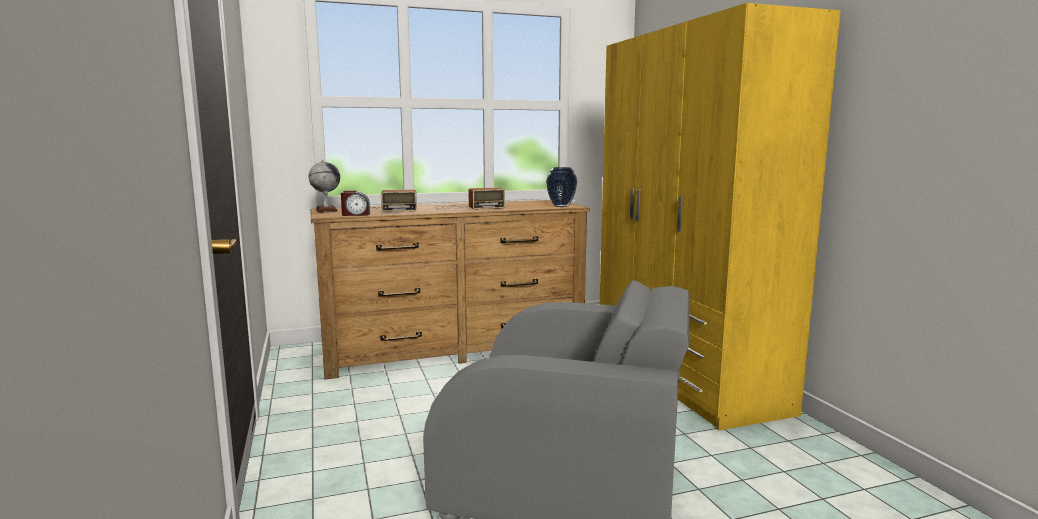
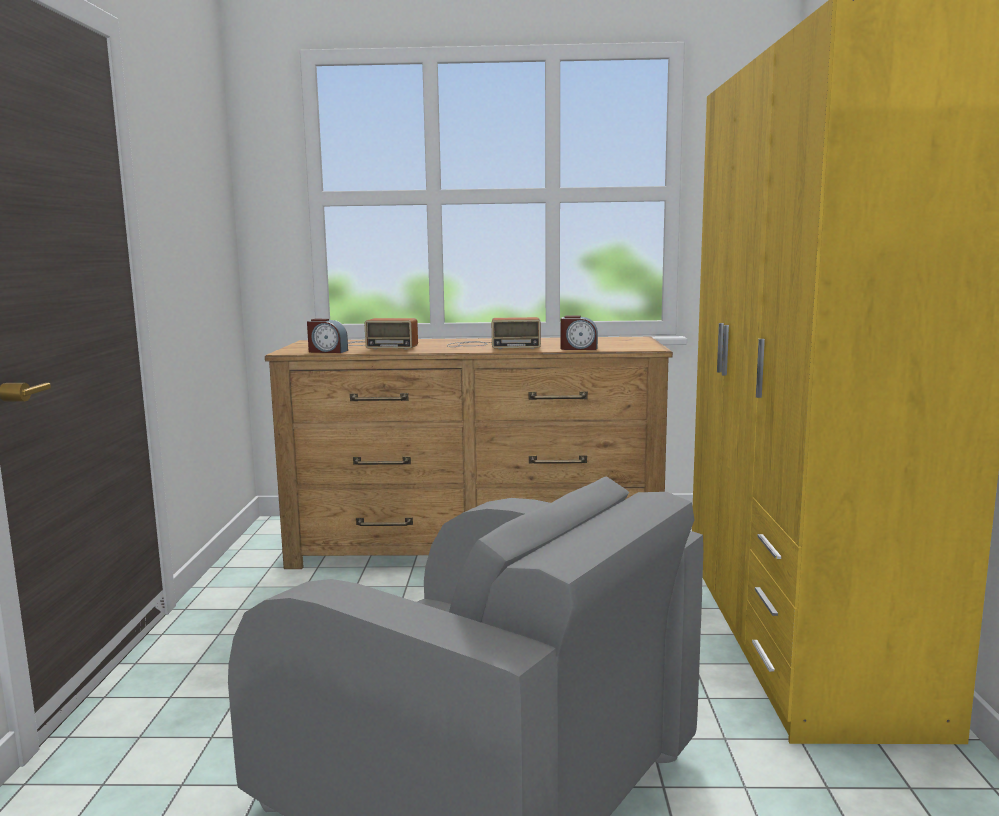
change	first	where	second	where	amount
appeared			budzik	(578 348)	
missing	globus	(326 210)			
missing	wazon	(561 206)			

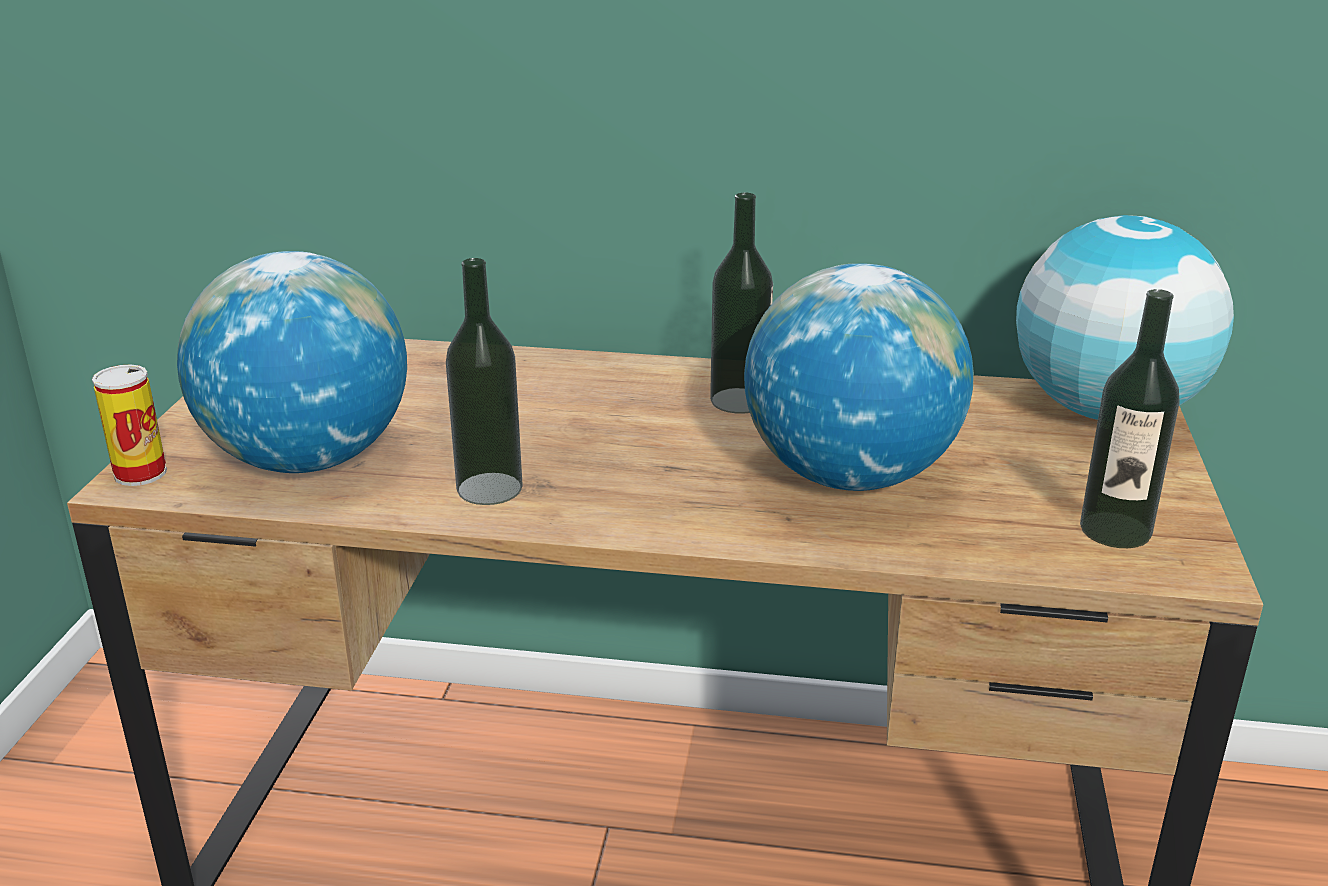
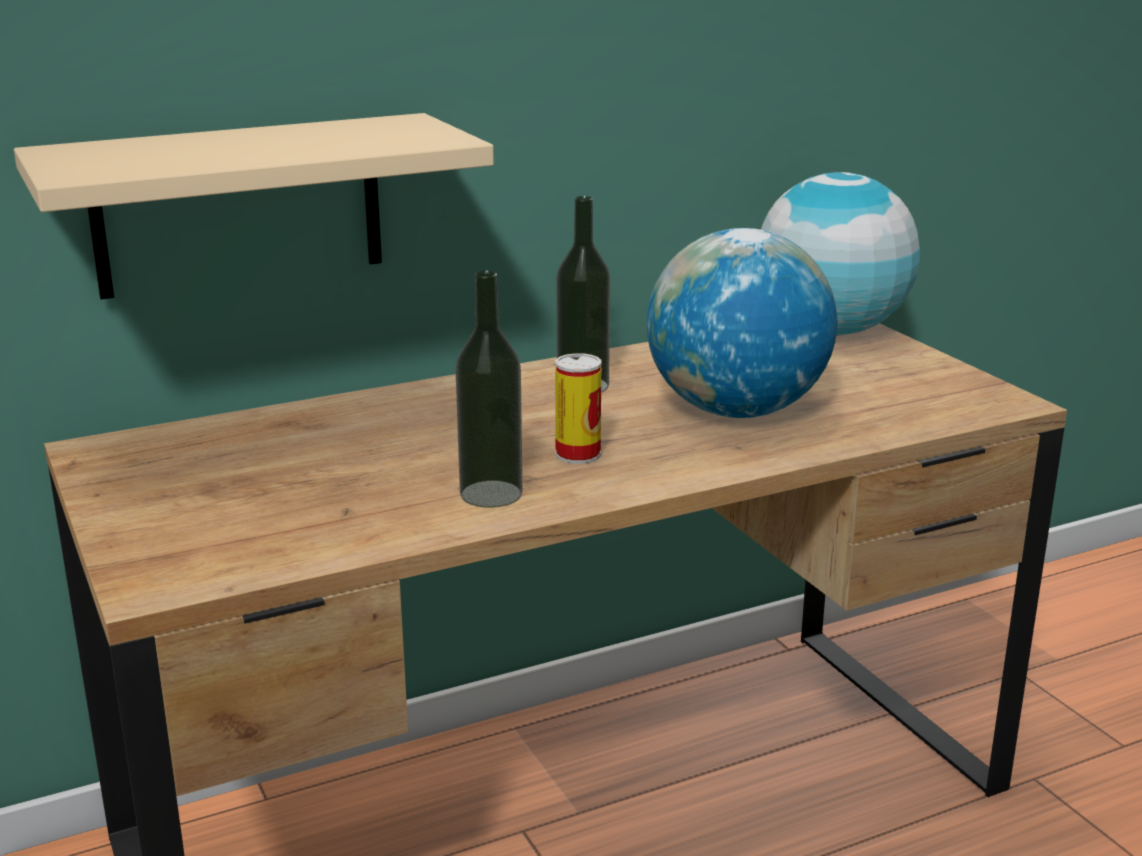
change	first	where	second	where	amount
appeared			półka (beżowy)	(238 205)	
relocated	puszka	(140 473)		(578 454)	
missing	globus	(308 459)			
missing	butelka	(1115 530)			

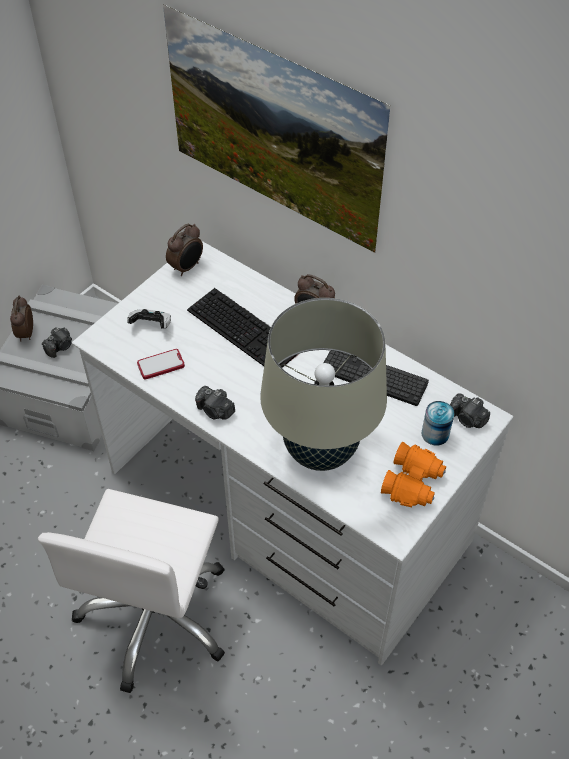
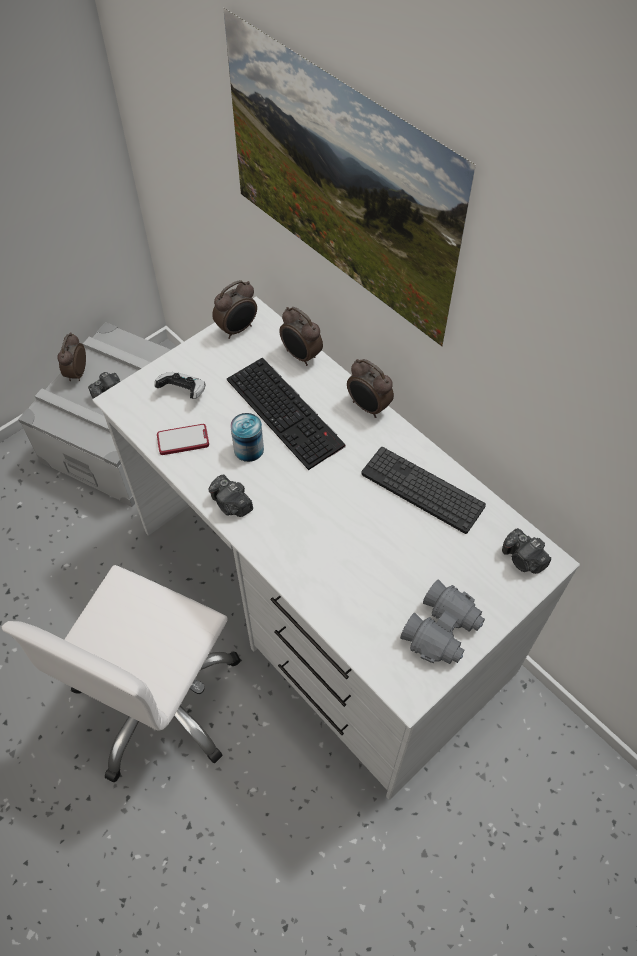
change	first	where	second	where	amount
relocated	puszka	(435 434)		(248 449)	
appeared			budzik	(300 356)	
colour	lornetka (pomarańczowy)	(413 482)	lornetka (szary)	(442 630)	
missing	lampa stołowa (beżowy)	(320 450)			

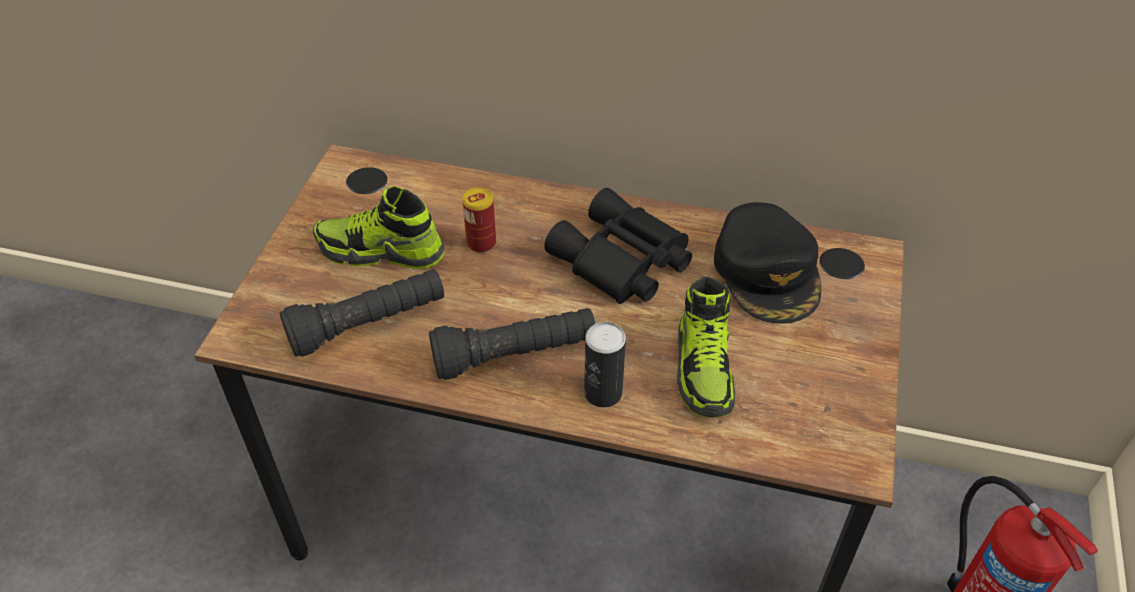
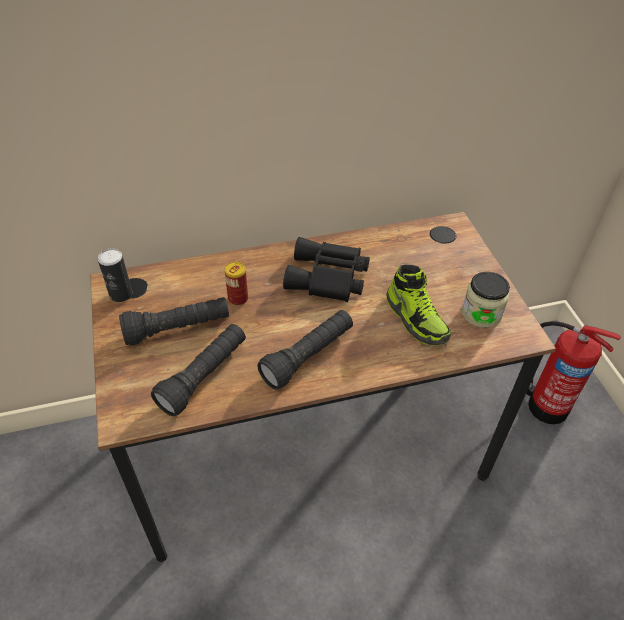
change	first	where	second	where	amount
relocated	puszka	(603 392)		(121 294)	
exchanged	but	(381 252)	latarka (czarny)	(178 329)	
appeared			słoik	(481 313)	
missing	czapka z daszkiem (czarny)	(768 271)			

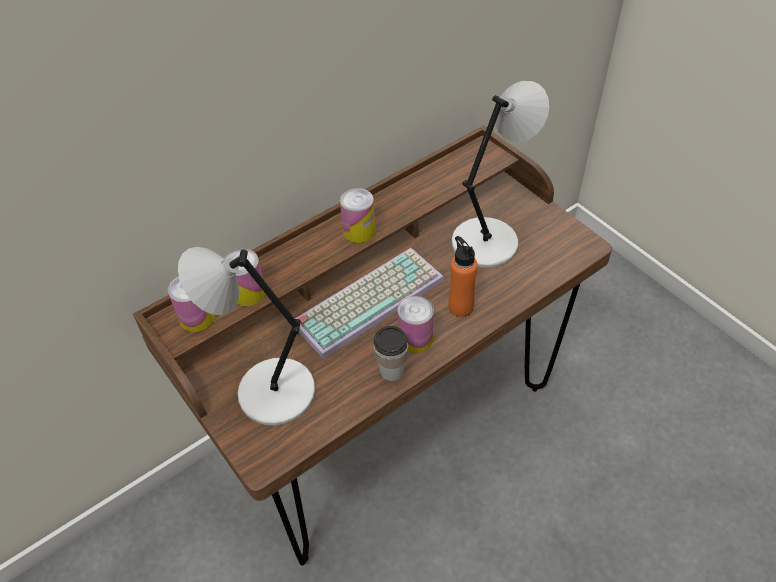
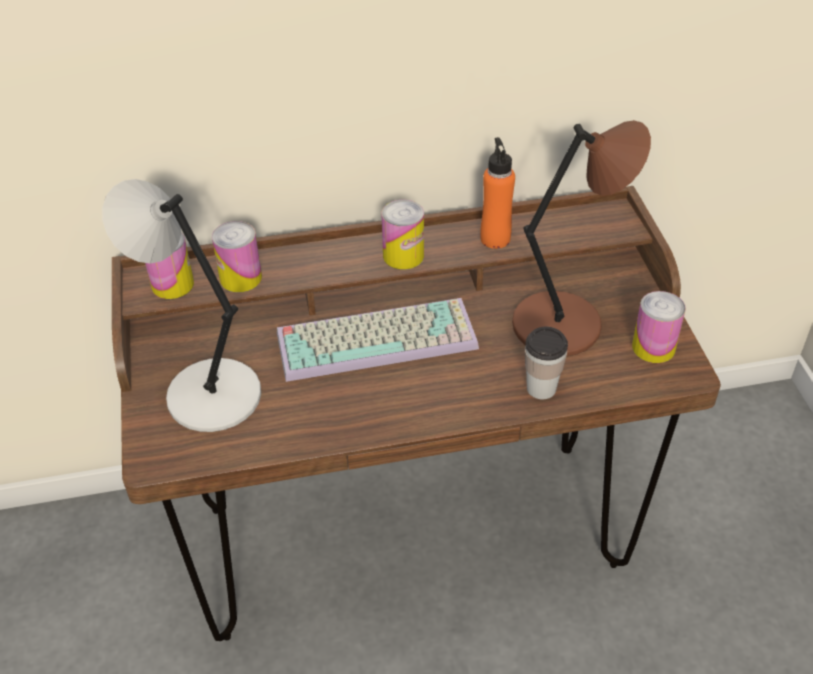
change	first	where	second	where	amount
relocated	butelka (pomarańczowy)	(460 307)		(495 238)	
colour	lampa stołowa (szary)	(487 241)	lampa stołowa (brązowy)	(562 324)	
relocated	filiżanka	(391 371)		(541 388)	
relocated	puszka	(415 338)		(653 347)	

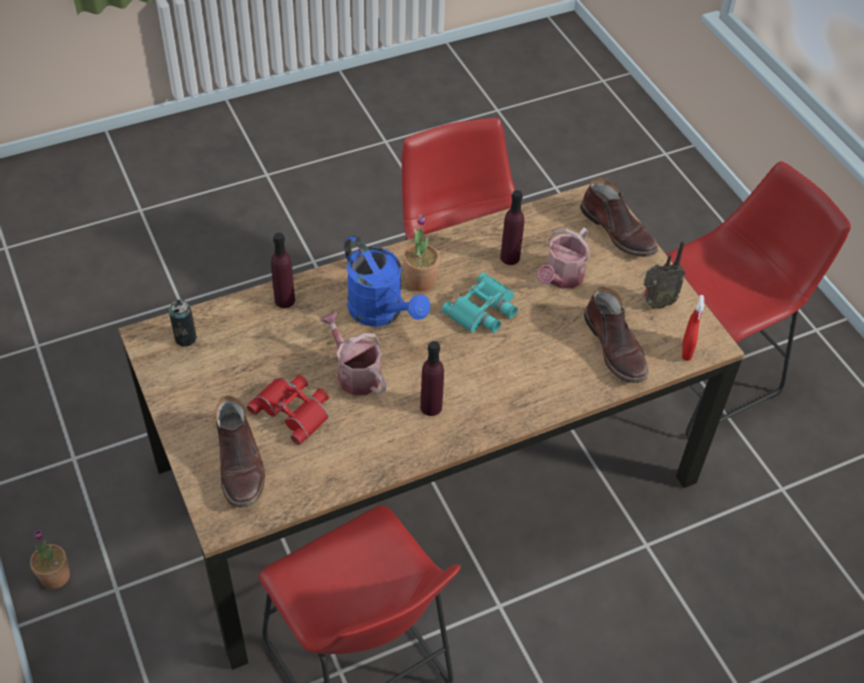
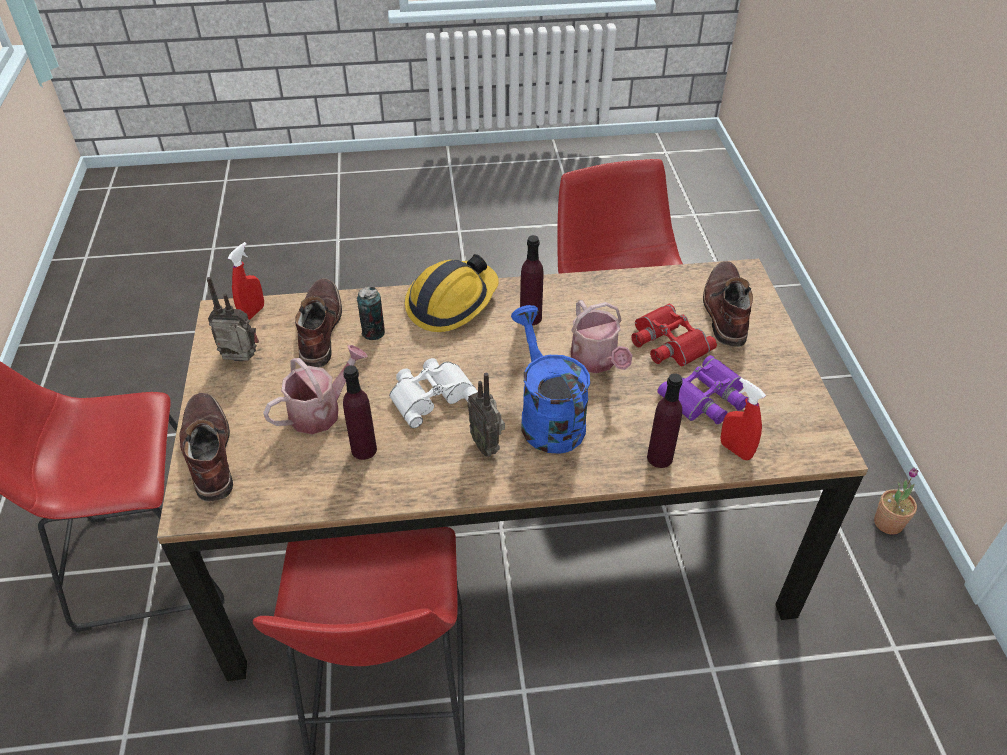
change	first	where	second	where	amount
relocated	puszka	(185 338)		(373 332)	
colour	lornetka (turkusowy)	(483 310)	lornetka (biały)	(431 394)	
appeared			kask	(452 303)	
exchanged	roślina doniczkowa	(420 280)	radio	(487 445)	
appeared			lornetka (fioletowy)	(707 398)	
appeared			spryskiwacz (czerwony)	(735 450)	

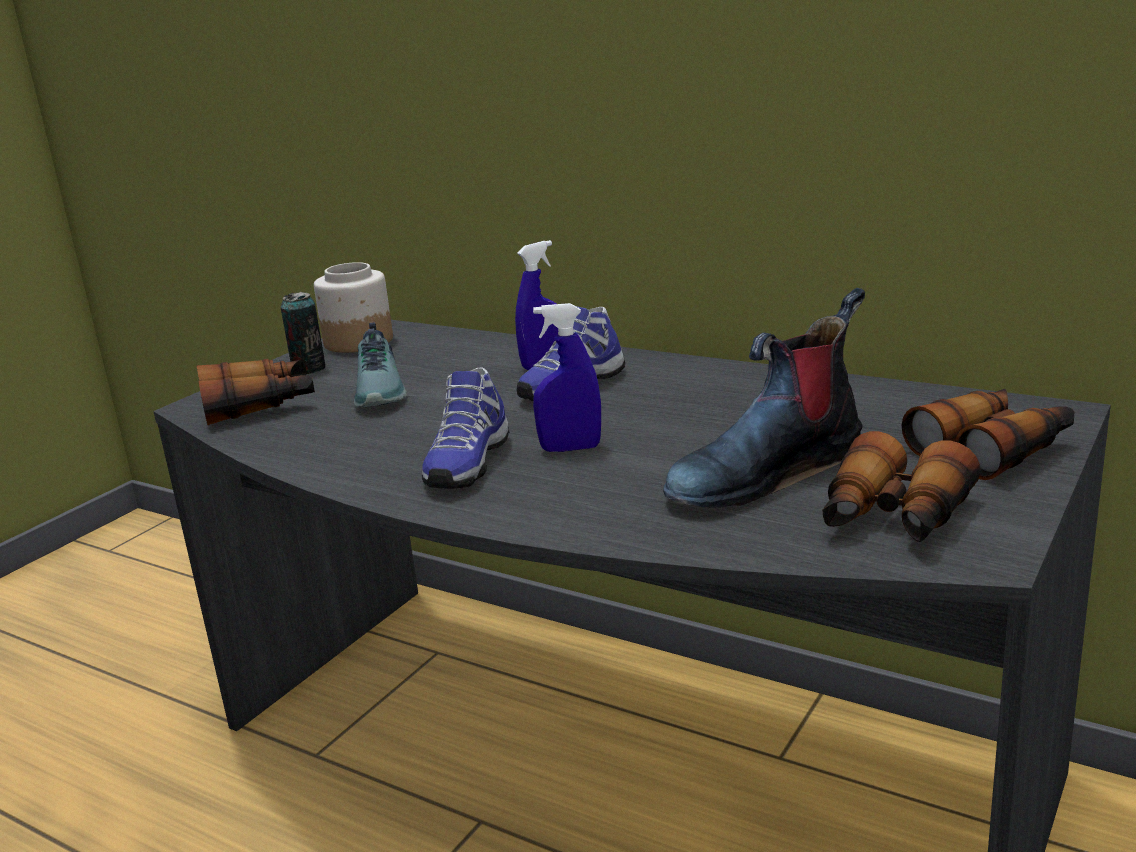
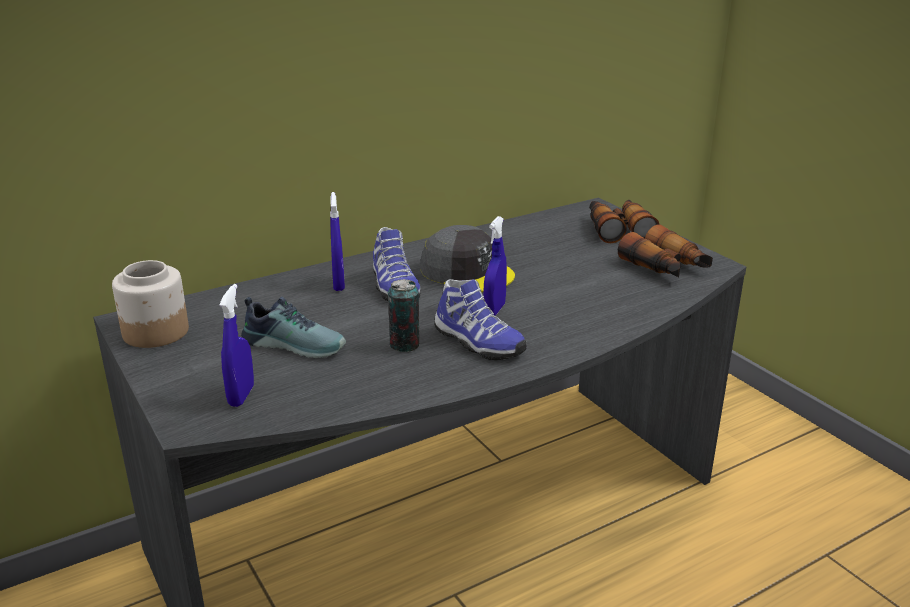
change	first	where	second	where	amount
exchanged	lornetka	(260 405)	spryskiwacz (niebieski)	(241 396)	
relocated	puszka	(308 369)		(404 345)	
appeared			czapka z daszkiem (szary)	(466 272)	
missing	but z cholewką	(766 473)			

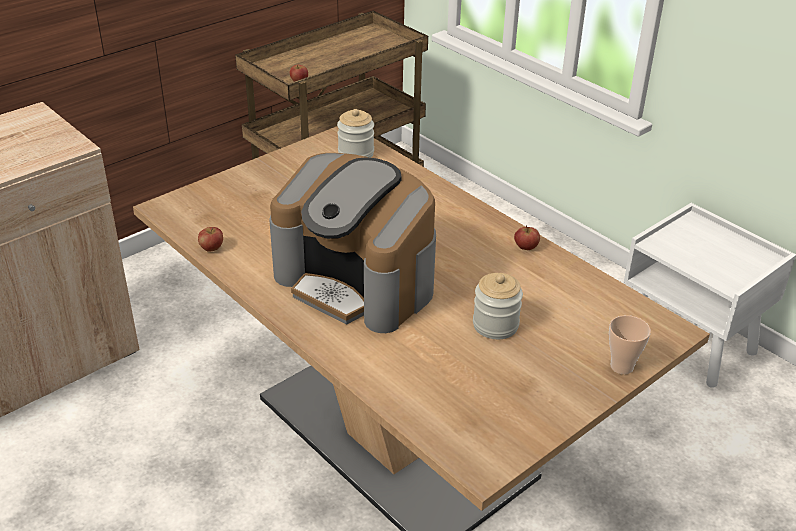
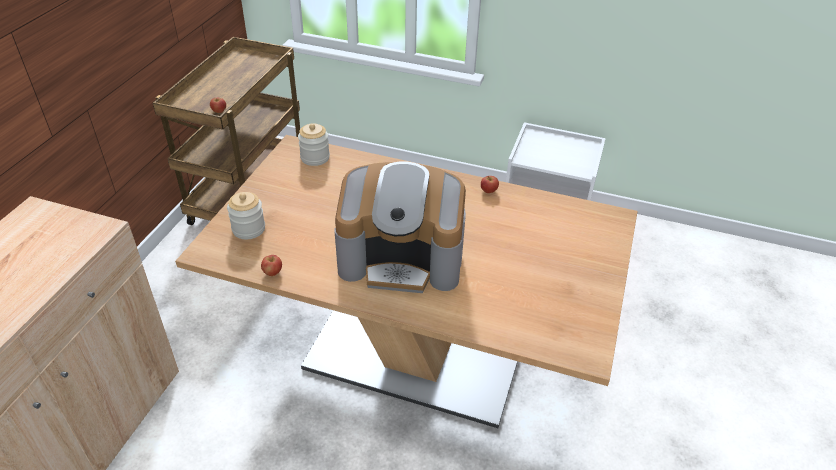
change	first	where	second	where	amount
relocated	słoik	(495 325)		(248 229)	
missing	filiżanka	(621 366)			

